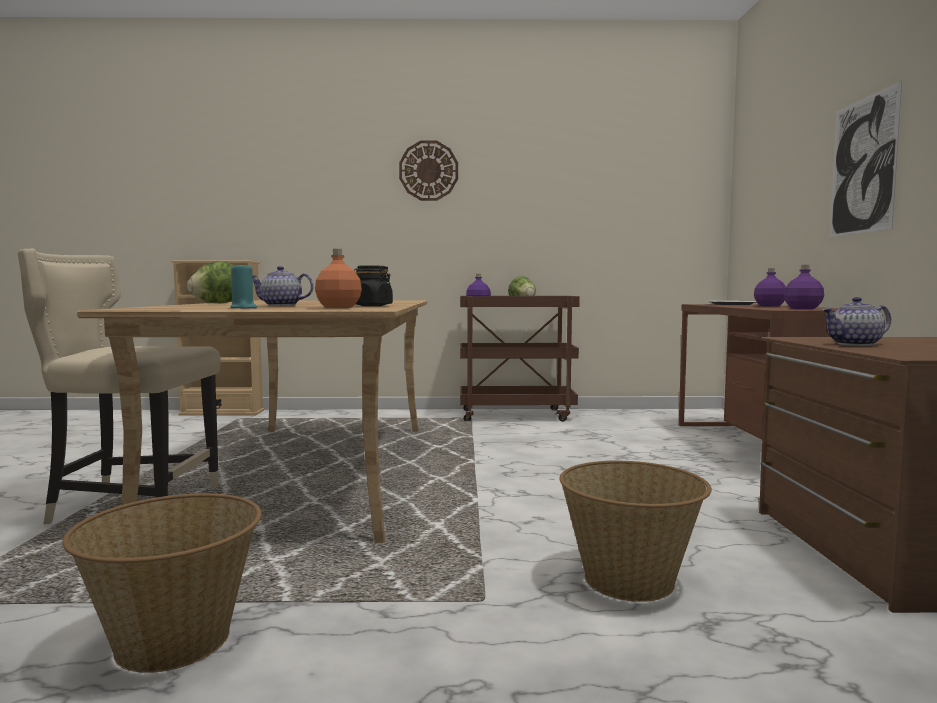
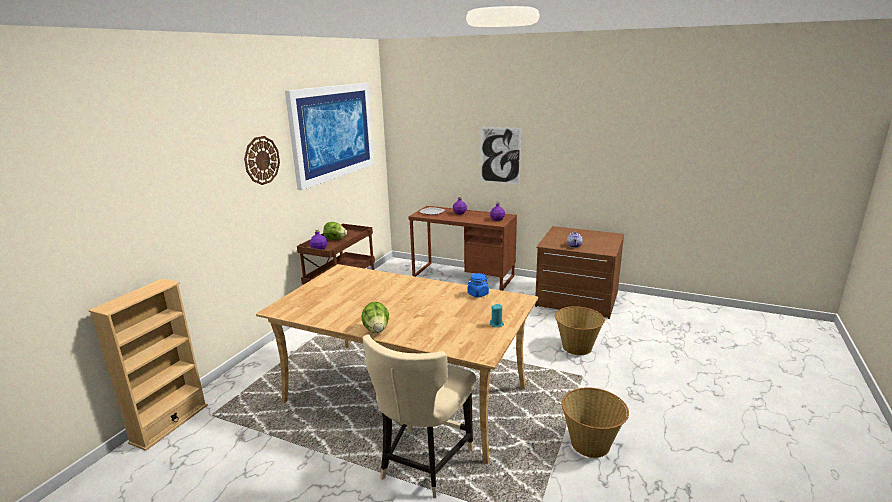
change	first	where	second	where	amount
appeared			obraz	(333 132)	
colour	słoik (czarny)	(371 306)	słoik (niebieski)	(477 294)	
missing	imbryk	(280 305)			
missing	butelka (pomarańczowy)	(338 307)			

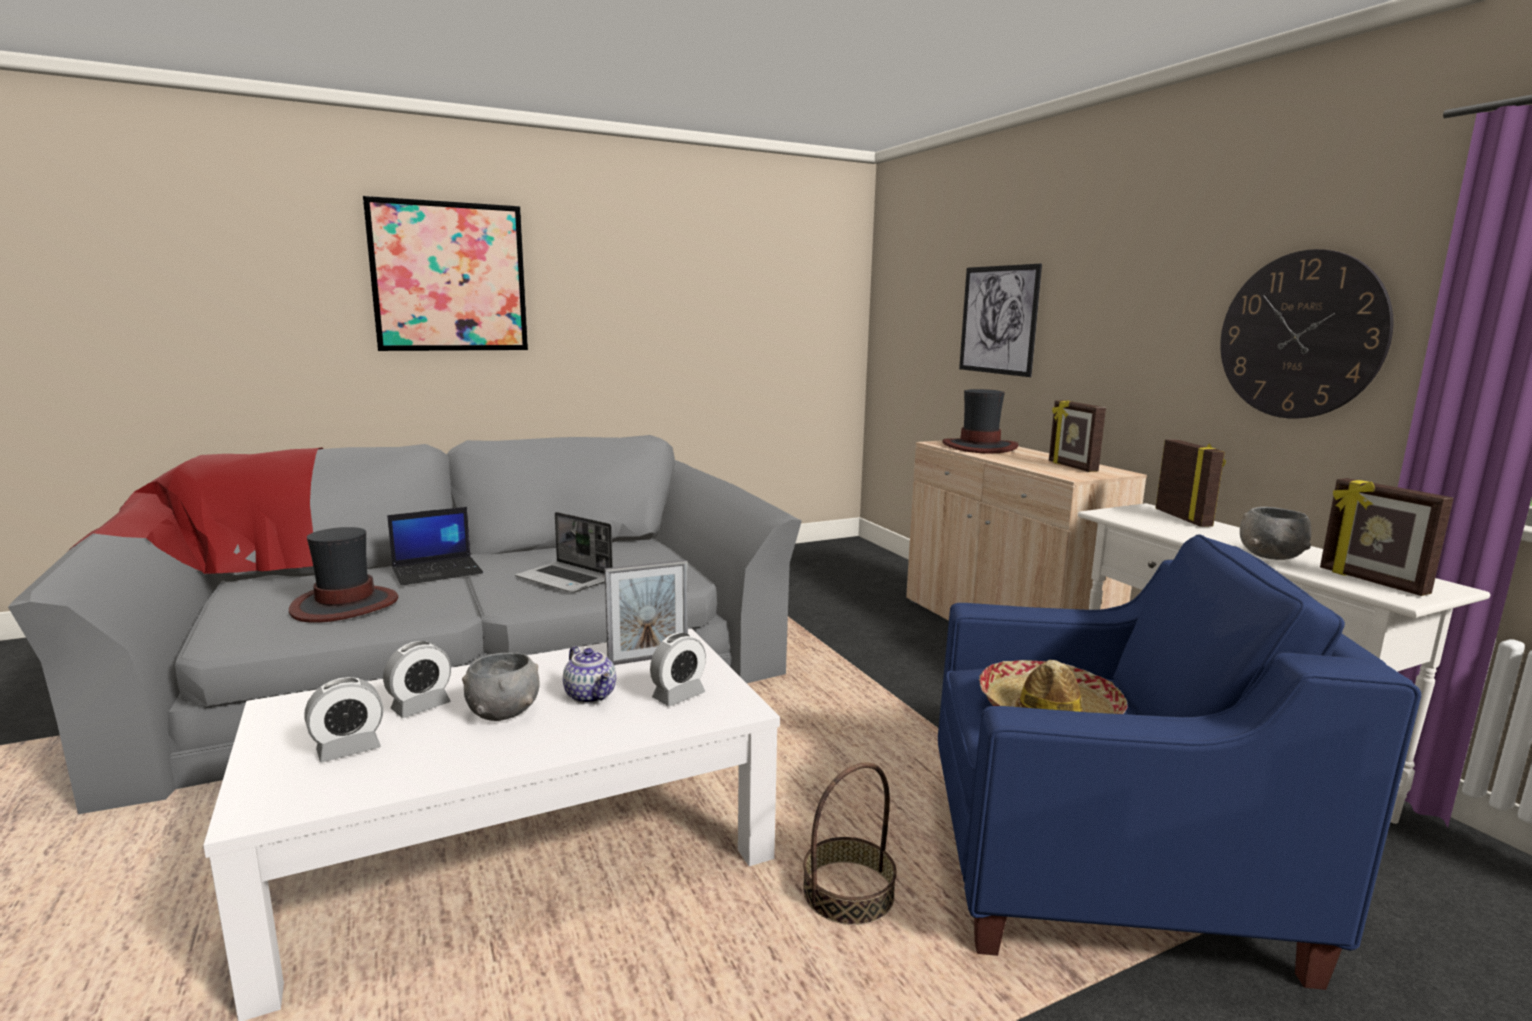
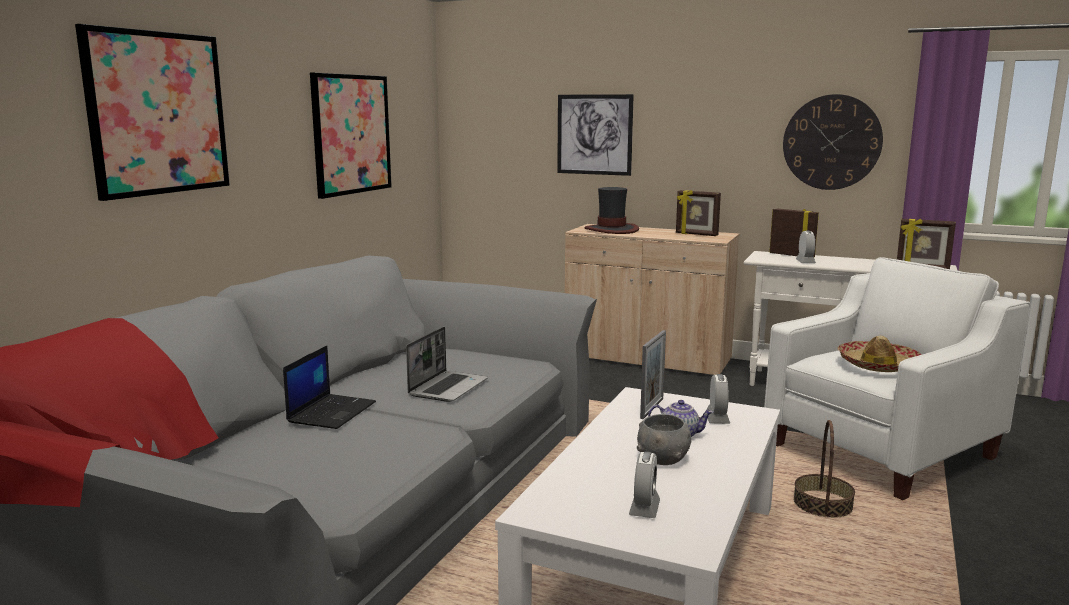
change	first	where	second	where	amount
appeared			obraz	(351 134)	
spun	laptop	(566 579)		(448 387)	60 degrees counterclockwise
colour	fotel (niebieski)	(1103 872)	fotel (biały)	(882 451)	
relocated	budzik	(421 706)		(805 262)	
missing	kapelusz	(344 605)			
missing	miska (szary)	(1269 555)			

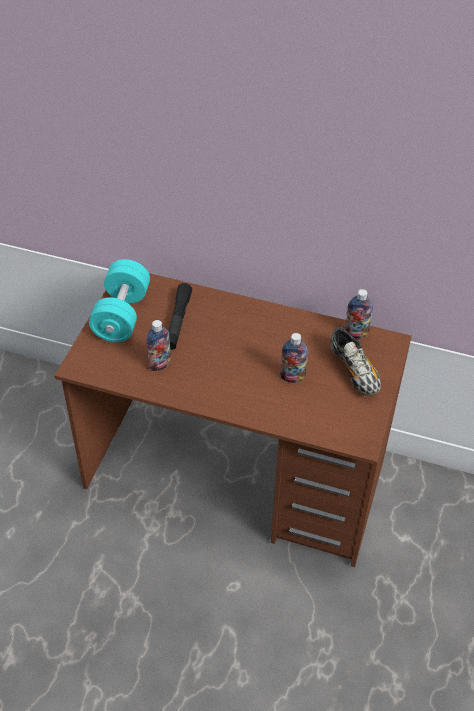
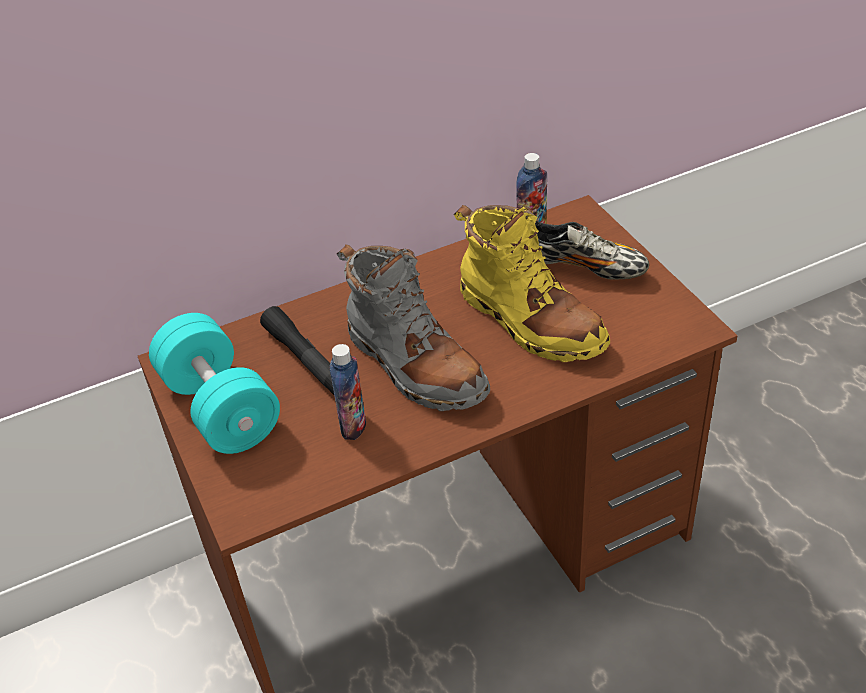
change	first	where	second	where	amount
appeared			but z cholewką (szary)	(414 365)	
exchanged	butelka	(292 377)	but z cholewką (żółty)	(530 321)	

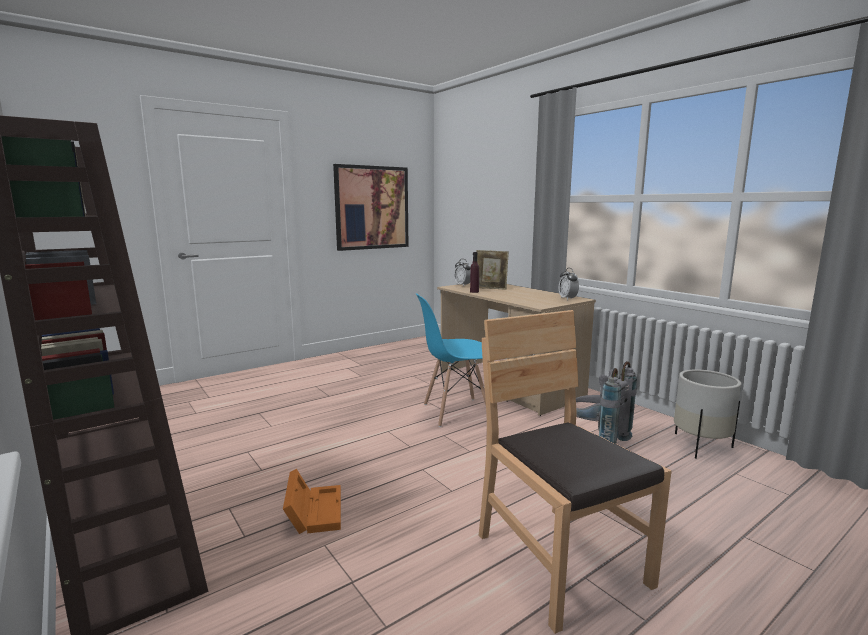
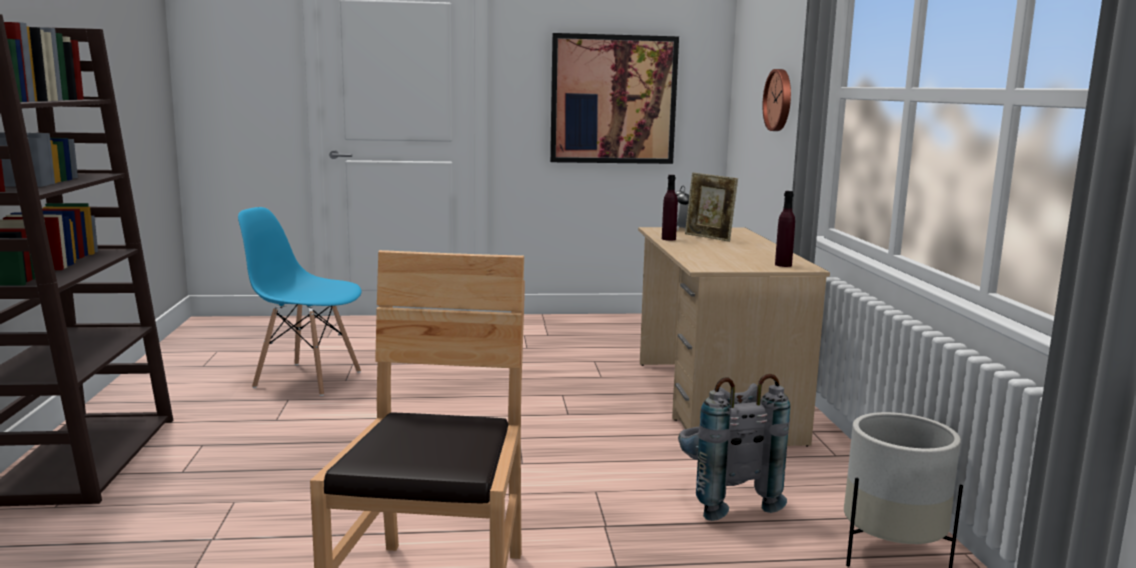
change	first	where	second	where	amount
relocated	krzesło (niebieski)	(456 412)		(307 379)	
appeared			zegar ścienny	(780 100)	
exchanged	budzik	(567 299)	butelka (fioletowy)	(783 265)	
missing	pojemnik do przechowywania (pomarańczowy)	(314 510)			

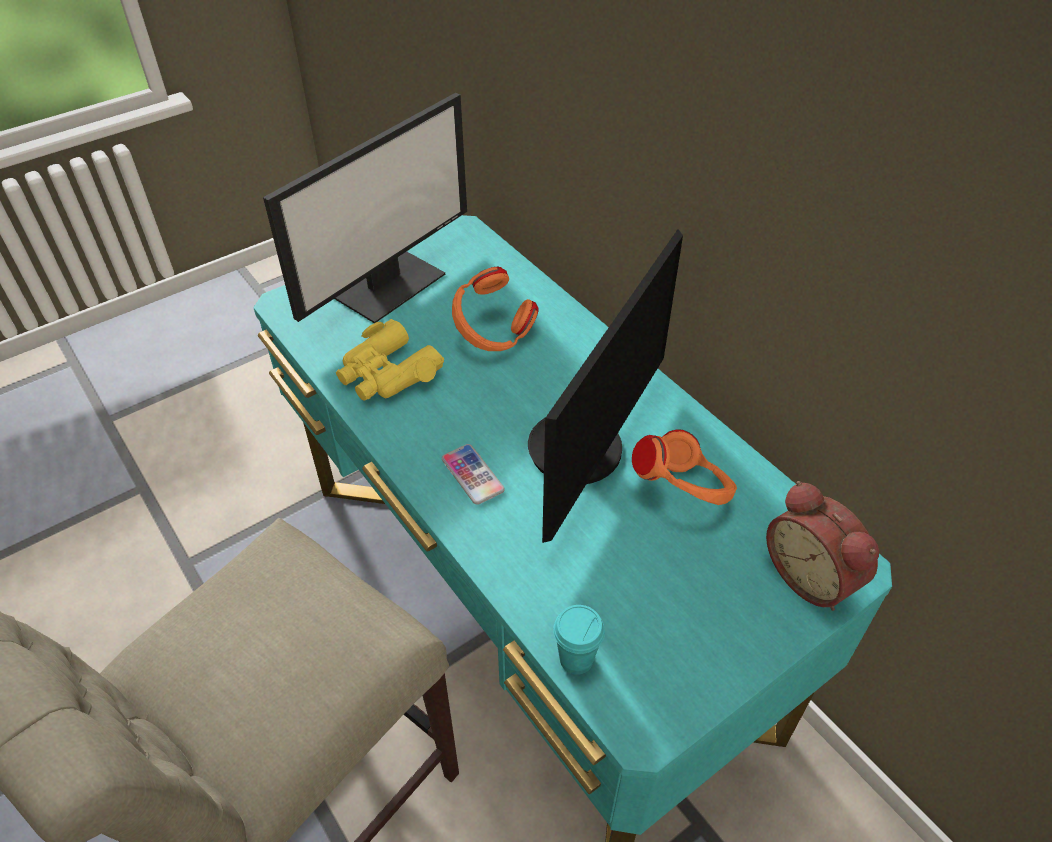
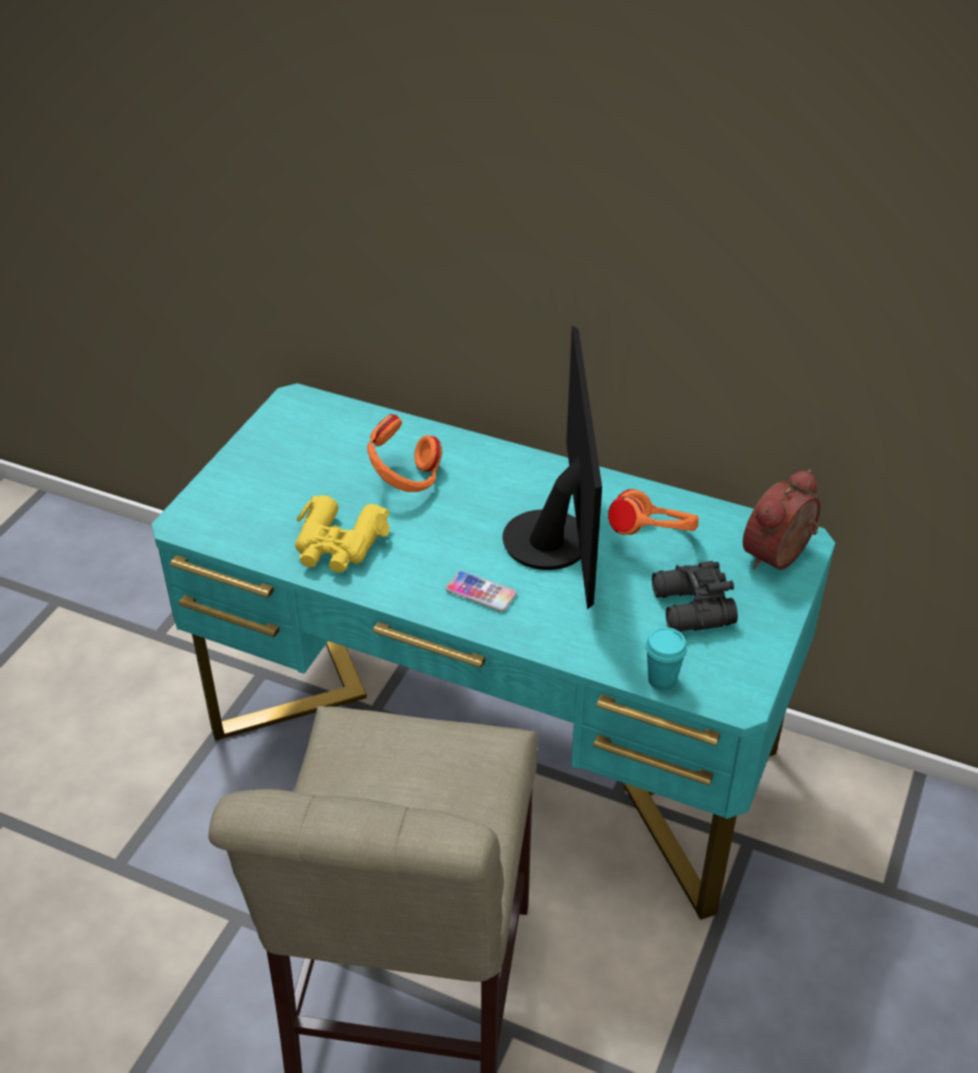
change	first	where	second	where	amount
appeared			lornetka (czarny)	(691 609)	
spun	budzik	(812 575)		(780 557)	105 degrees clockwise
missing	monitor	(389 284)			

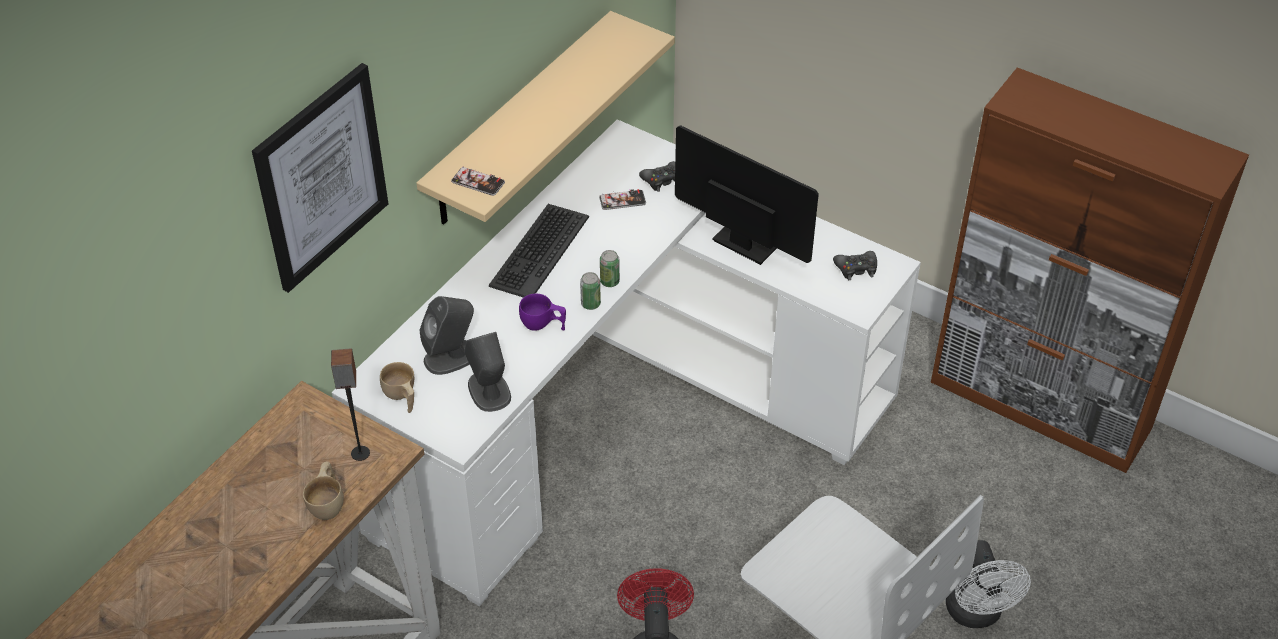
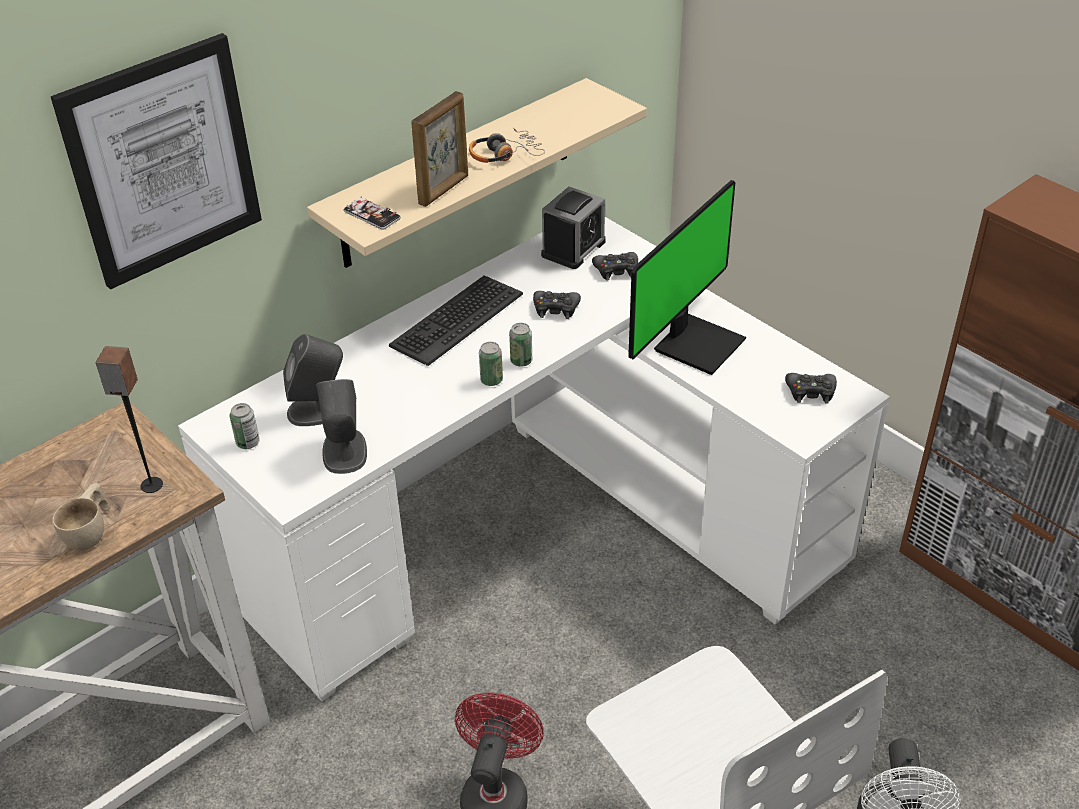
change	first	where	second	where	amount
exchanged	filiżanka (beżowy)	(401 397)	puszka	(248 443)	
appeared			ramka na zdjęcie	(444 190)	
appeared			słuchawki	(504 154)	
appeared			pad do gier (czarny)	(556 309)	
appeared			budzik	(573 248)	
spun	monitor	(749 239)		(696 343)	75 degrees clockwise
missing	filiżanka (fioletowy)	(543 325)			
missing	telefon	(622 200)			

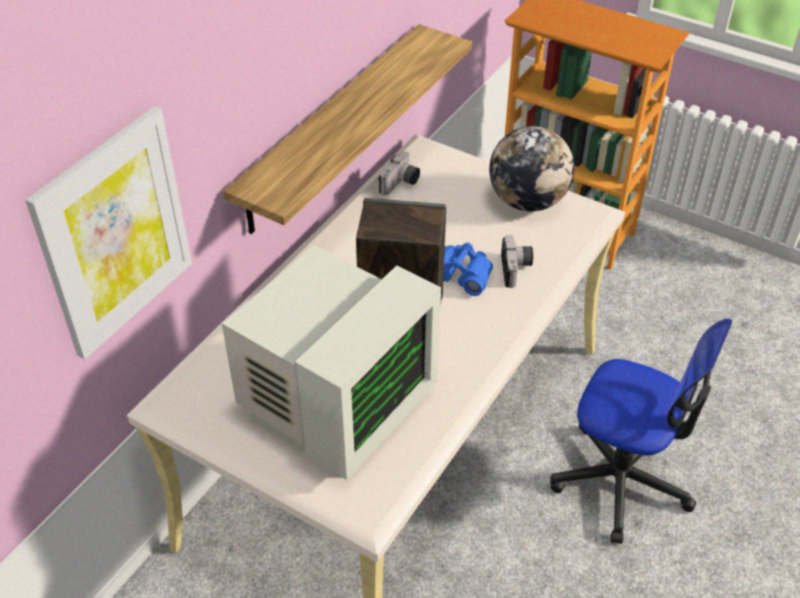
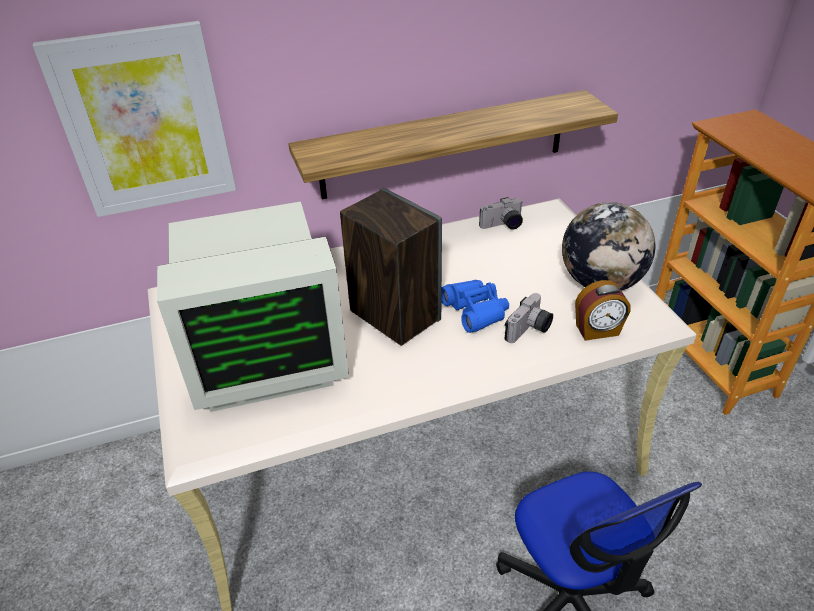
change	first	where	second	where	amount
appeared			budzik	(597 331)	

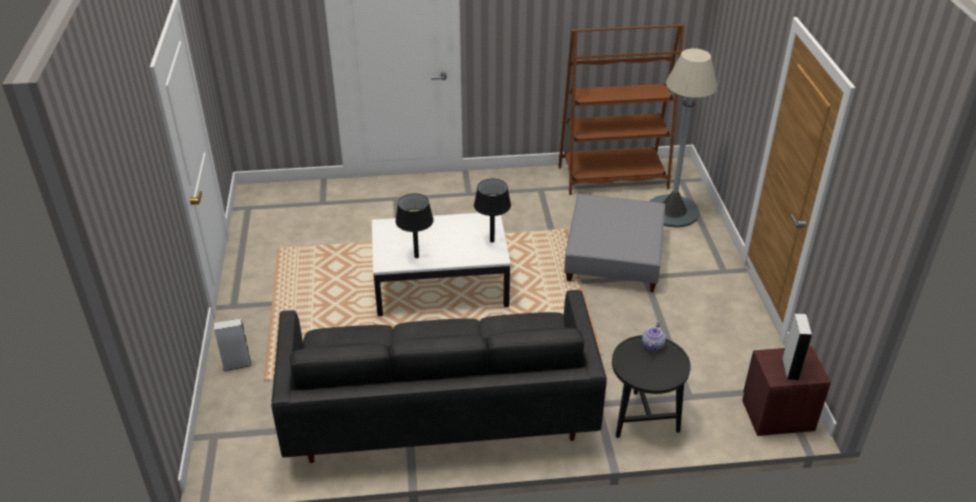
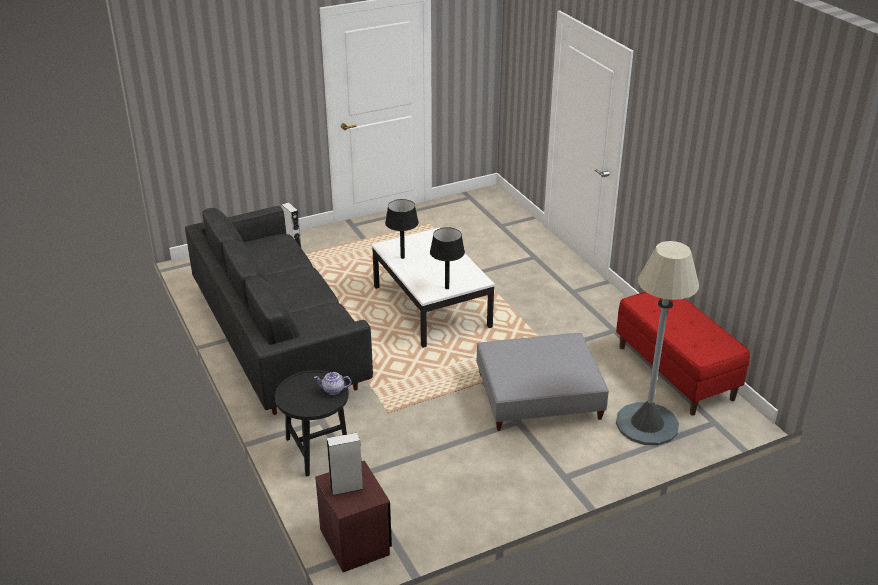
change	first	where	second	where	amount
exchanged	regał (brązowy)	(613 178)	ławka (czerwony)	(675 372)	

